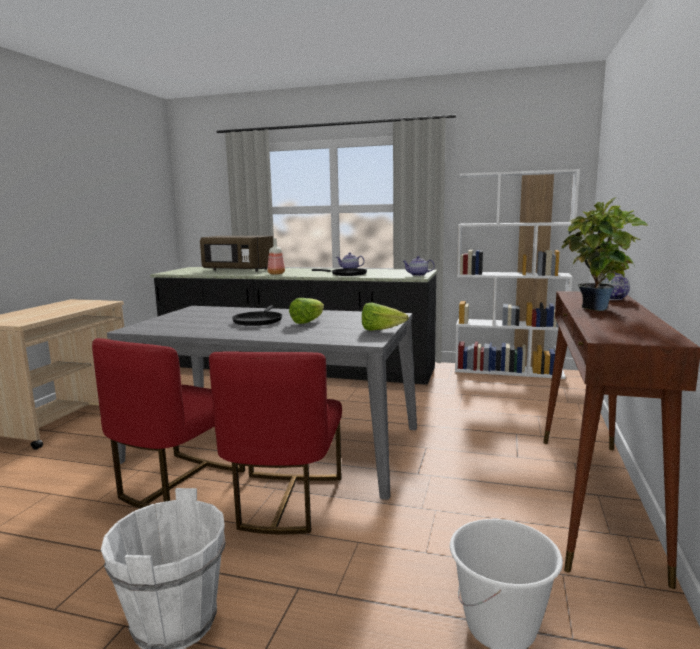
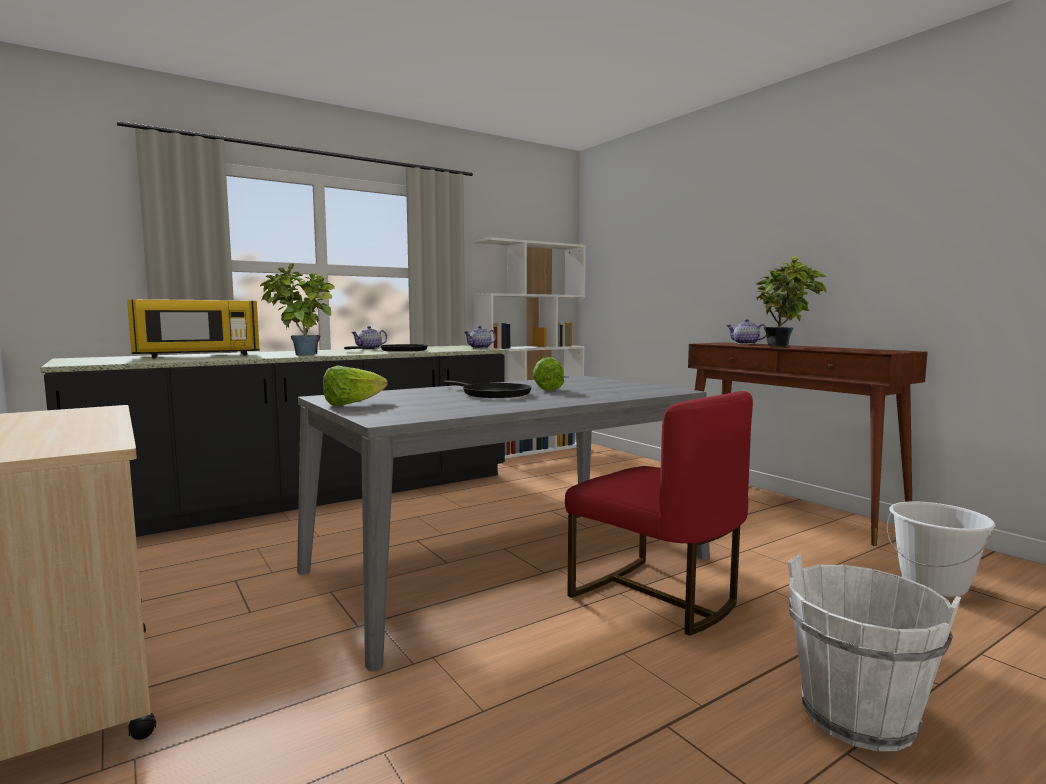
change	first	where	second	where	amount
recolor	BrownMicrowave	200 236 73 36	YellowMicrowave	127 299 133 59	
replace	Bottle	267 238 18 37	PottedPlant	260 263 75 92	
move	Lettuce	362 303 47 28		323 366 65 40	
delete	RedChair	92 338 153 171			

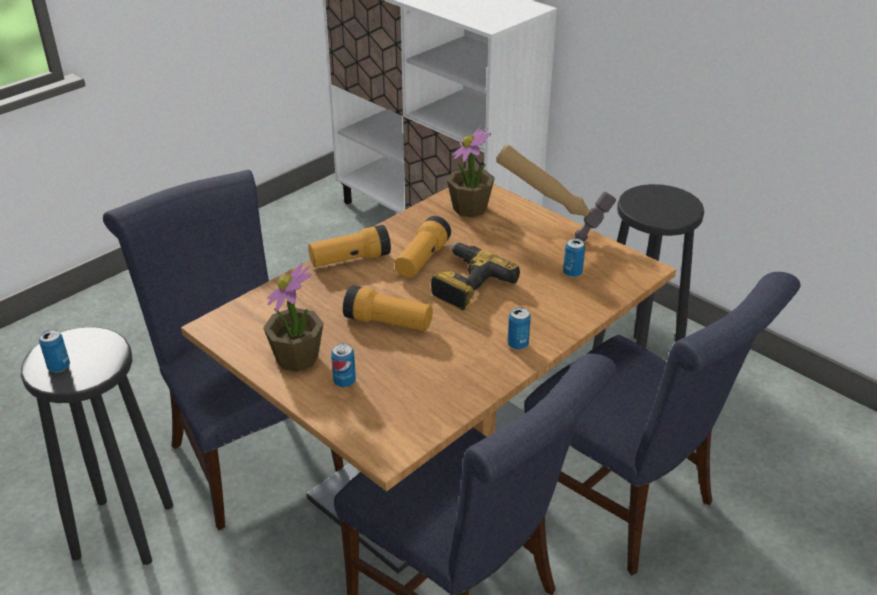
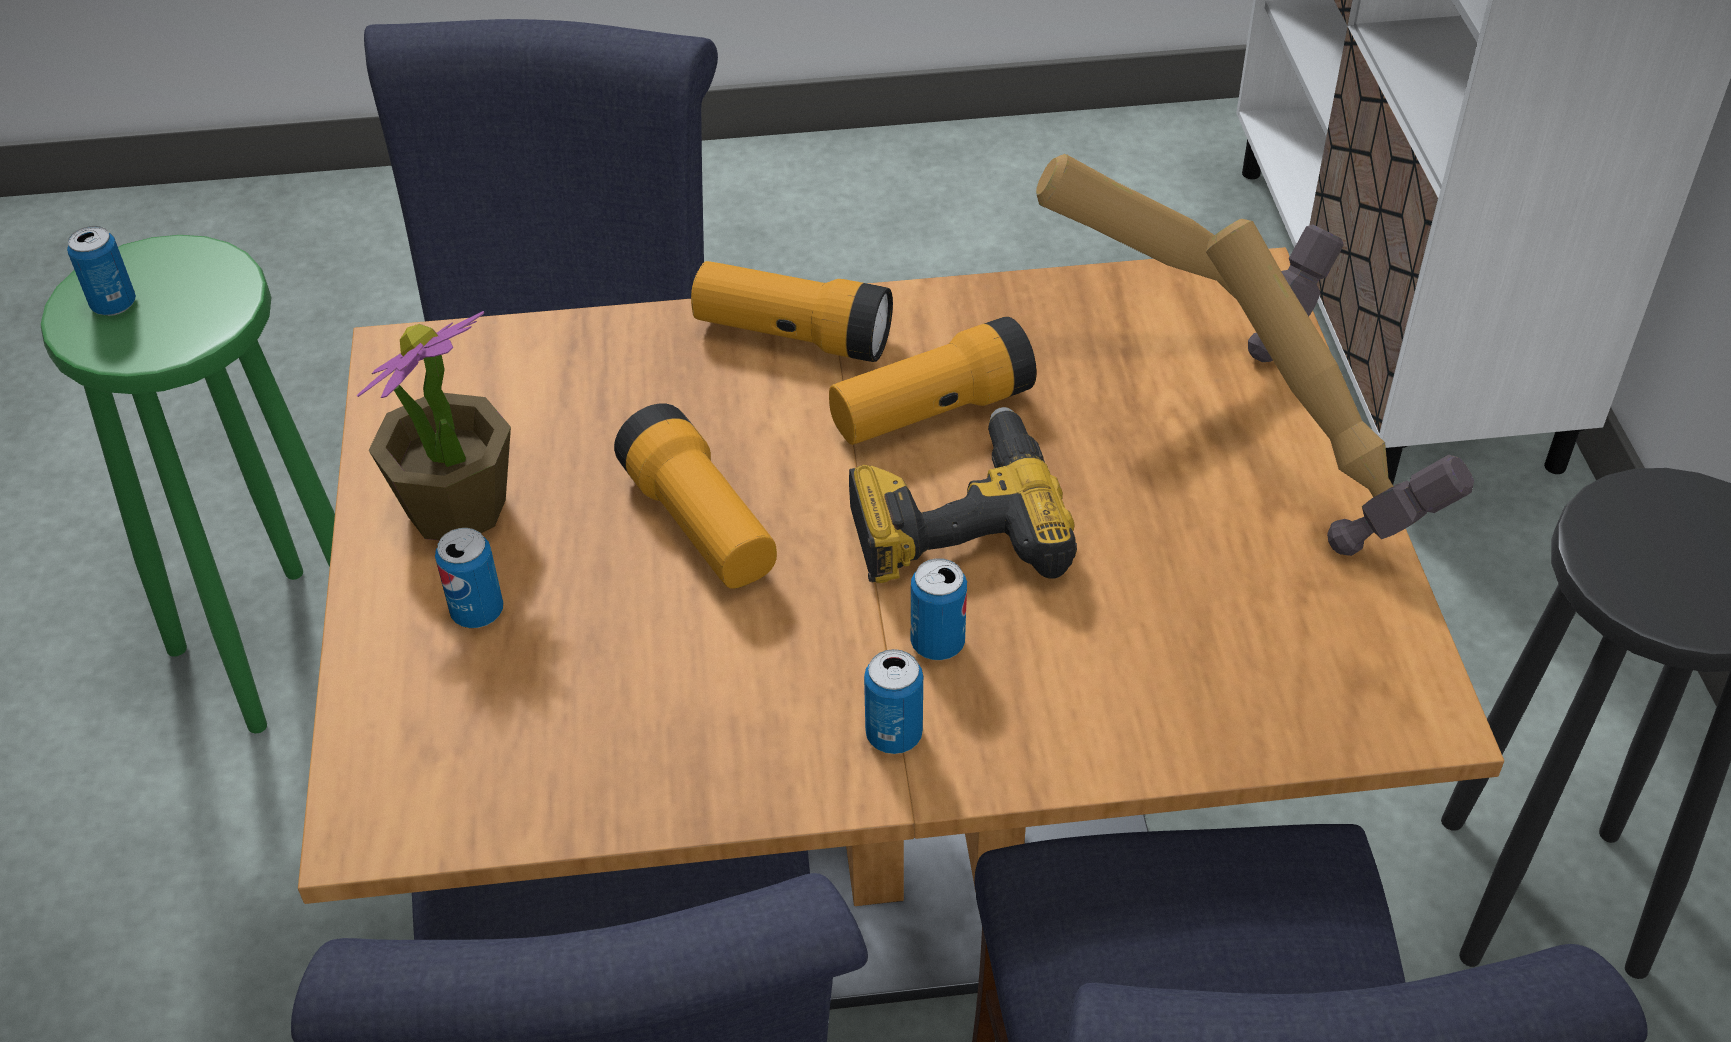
change	first	where	second	where	amount
recolor	BlackStool	21 327 152 238	GreenStool	41 235 294 498	
move	Can	563 238 22 39		911 558 56 102	
replace	PottedPlant	447 127 48 91	Hammer	1036 154 308 208	

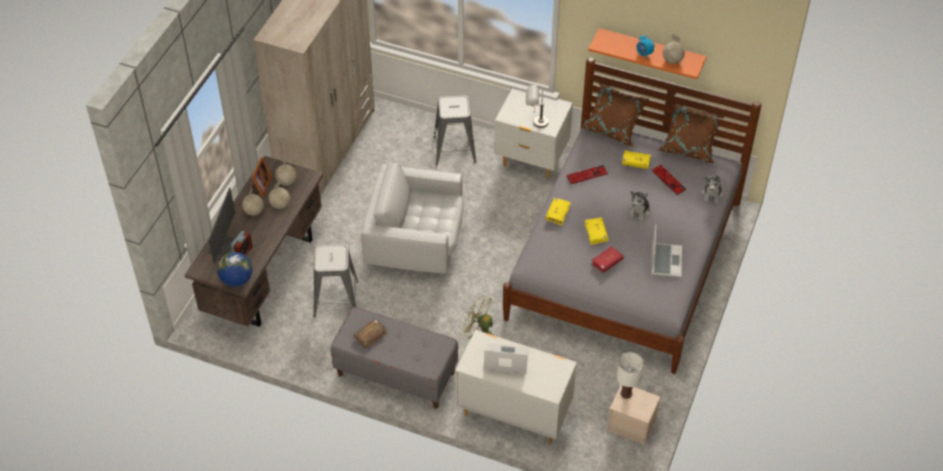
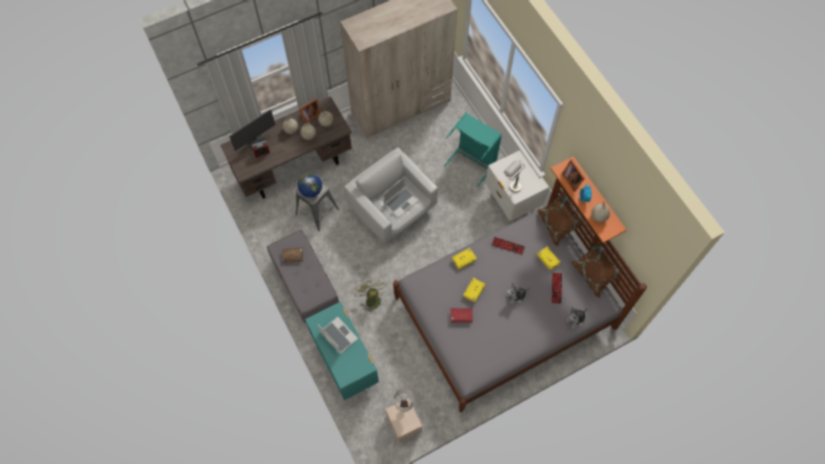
change	first	where	second	where	amount
move	Globe	217 252 35 35		298 173 24 24	
recolor	WhiteDresser	455 330 122 114	TurquoiseDresser	305 302 74 98	
move	Laptop	651 224 31 53		383 177 36 41	
replace	GreyStool	433 95 43 70	TurquoiseLaundryBasket	444 113 58 74	
insert			PictureFrame	562 159 23 33	

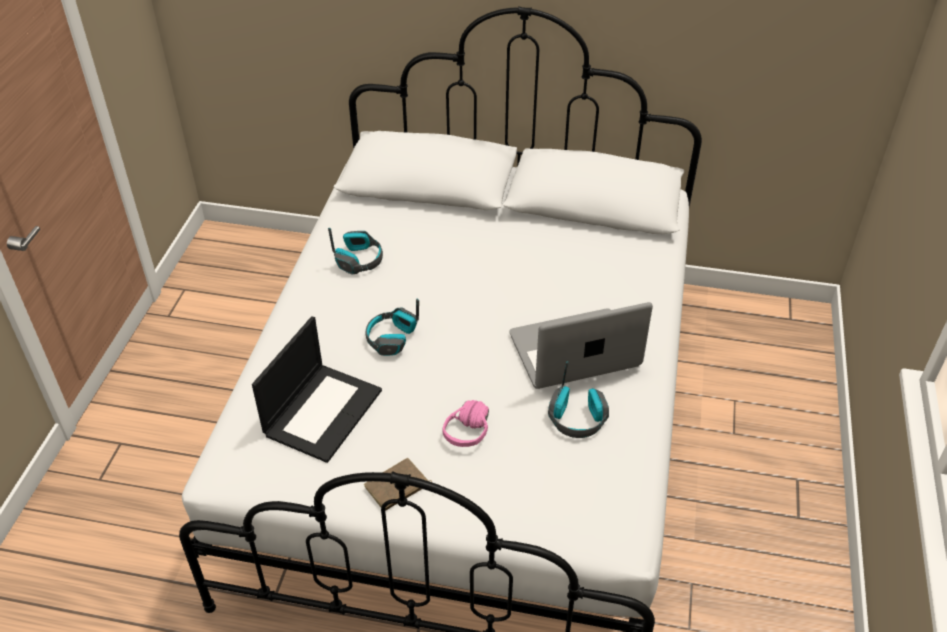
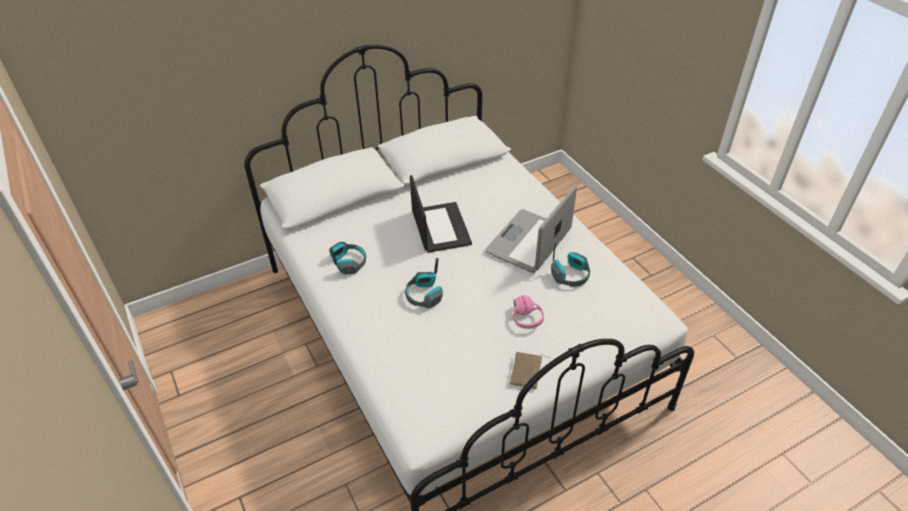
change	first	where	second	where	amount
move	Laptop	252 316 130 147		410 175 62 78	

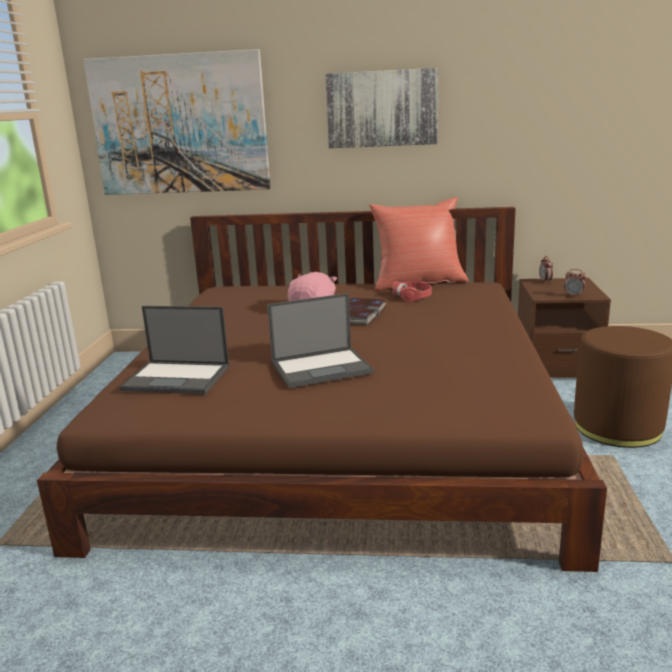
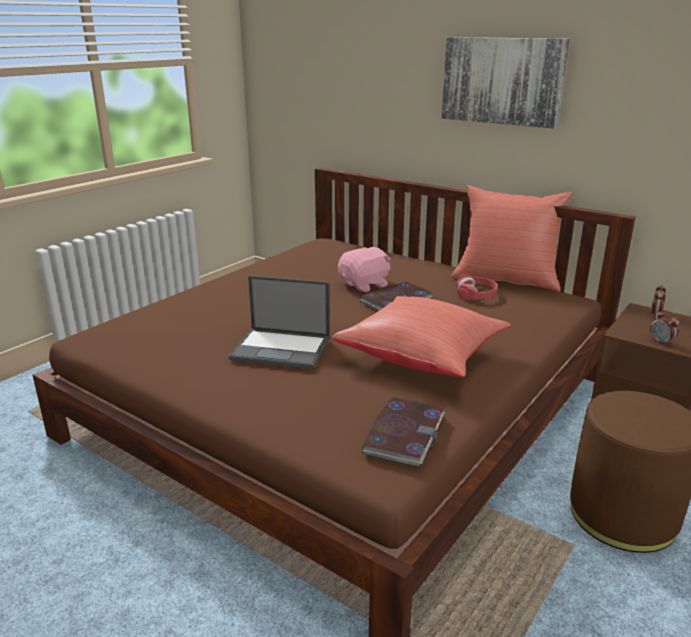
change	first	where	second	where	amount
insert			RedPillow	332 296 179 81	
insert			Book	362 397 83 71	
delete	Picture	83 49 188 146			
delete	Laptop	119 306 110 88			

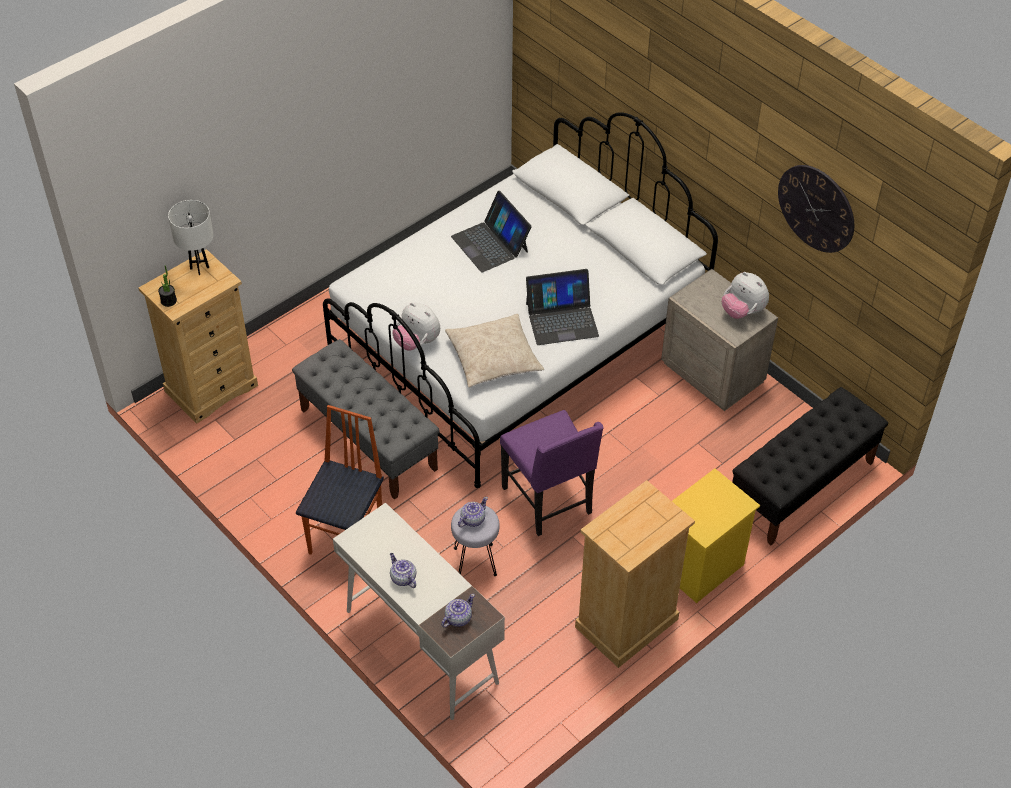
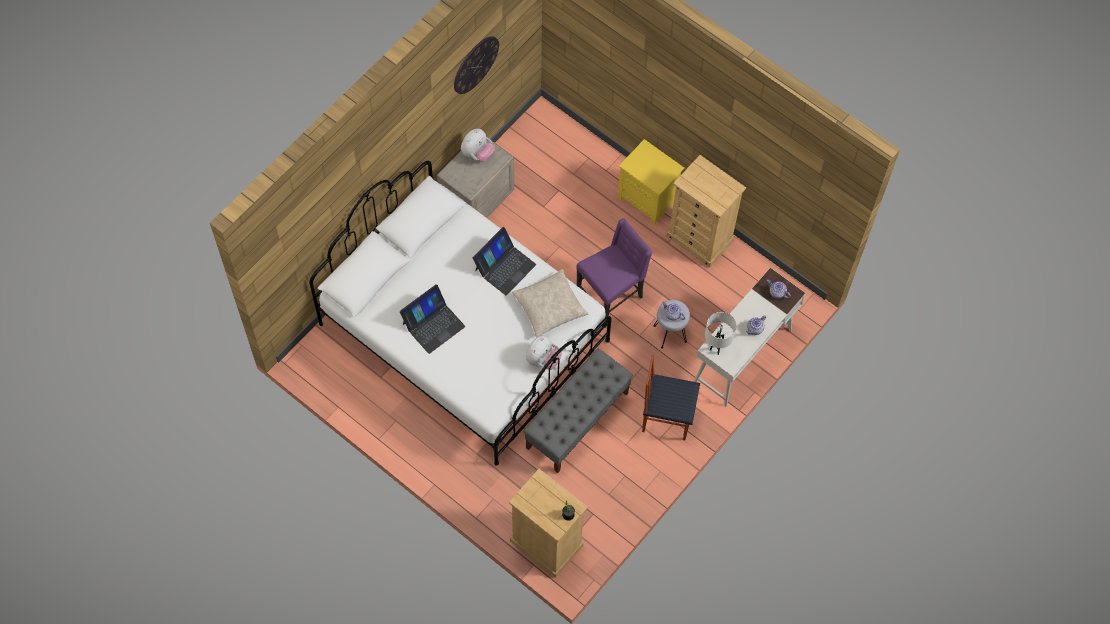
change	first	where	second	where	amount
rotate	Laptop	526 269 73 76		473 227 63 68	60 degrees clockwise
move	WhiteTableLamp	168 200 45 75		705 312 32 43	
delete	BlackBench	732 387 156 158			

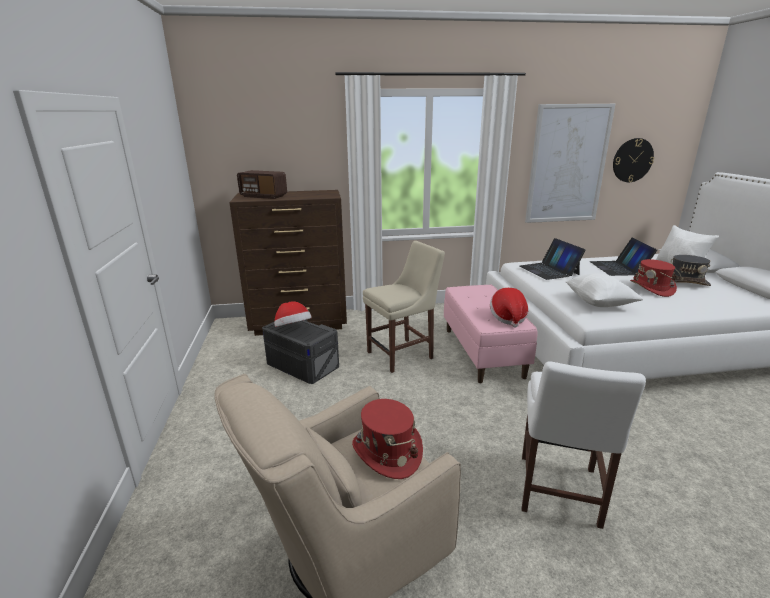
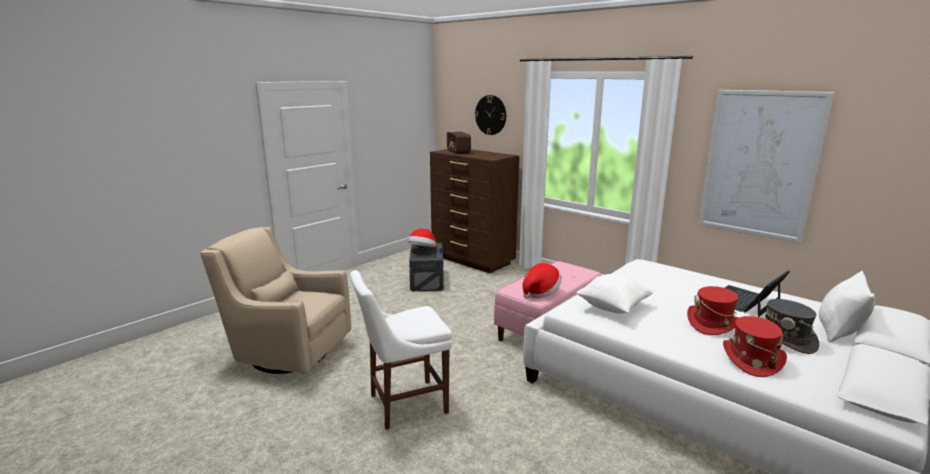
change	first	where	second	where	amount
move	WallClock	613 138 41 44		475 95 31 40	
move	RedHat	352 399 71 80		723 316 64 61	
delete	BeigeChair	363 241 82 132			
delete	Laptop	519 238 67 42			

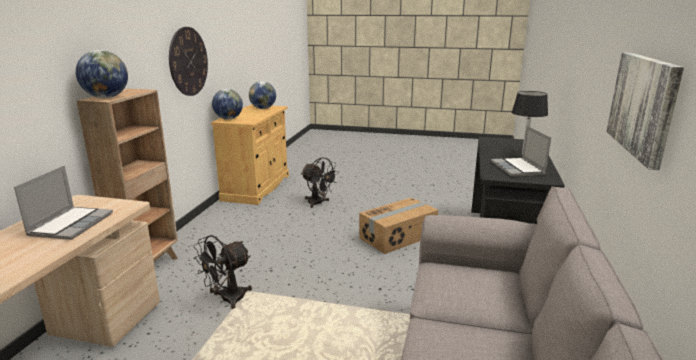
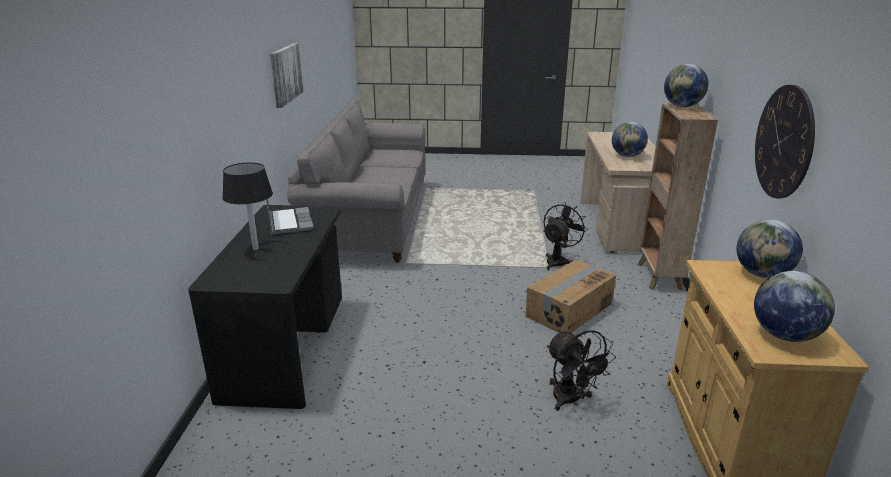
change	first	where	second	where	amount
move	CardboardBox	359 198 79 56		526 260 90 73	
rotate	BlackFan	301 158 38 50		547 330 69 81	150 degrees counterclockwise
replace	Laptop	14 165 99 75	Globe	612 122 36 35	

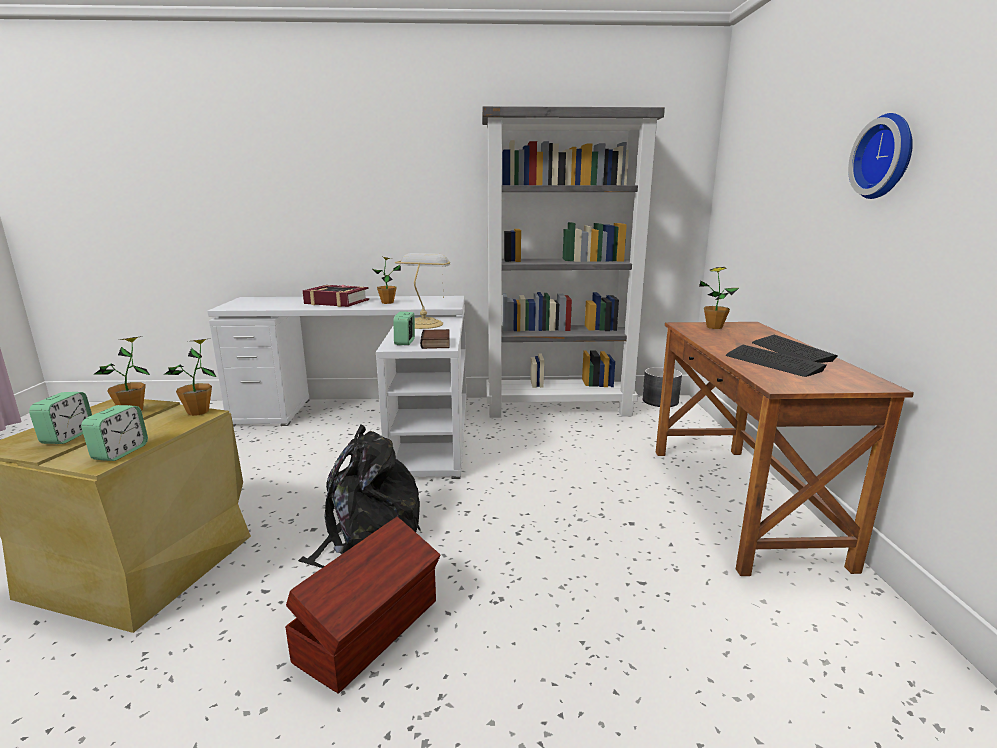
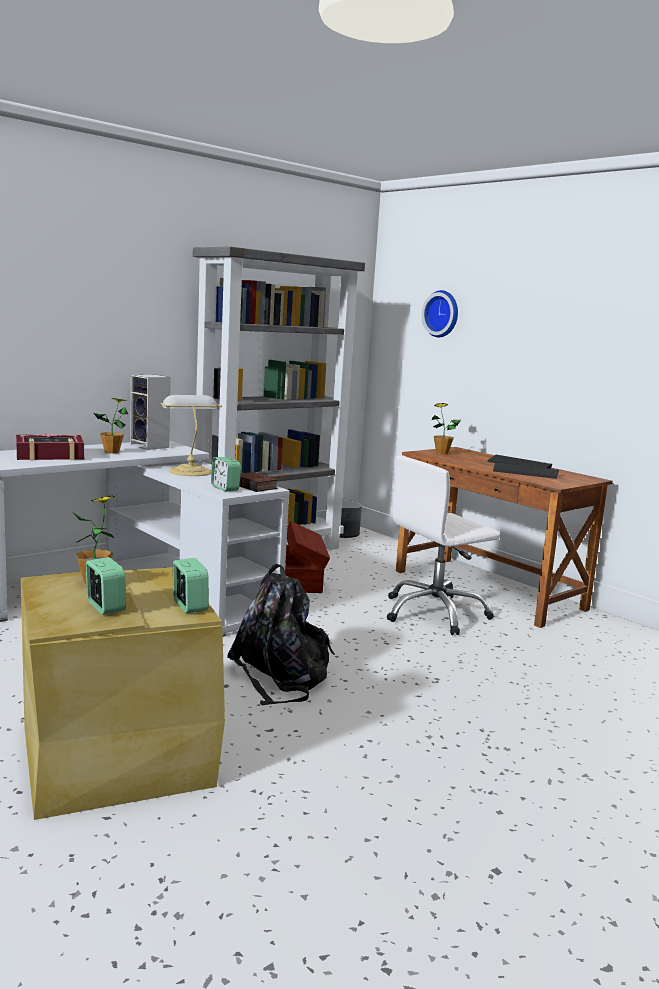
change	first	where	second	where	amount
insert			Speaker	130 374 41 76	
move	BrownStorageBox	285 517 155 177		285 521 45 72	
insert			WhiteOfficeChair	386 455 114 180	
move	WallClock	848 113 65 86		422 290 36 47	
delete	PottedPlant	164 338 52 78			

